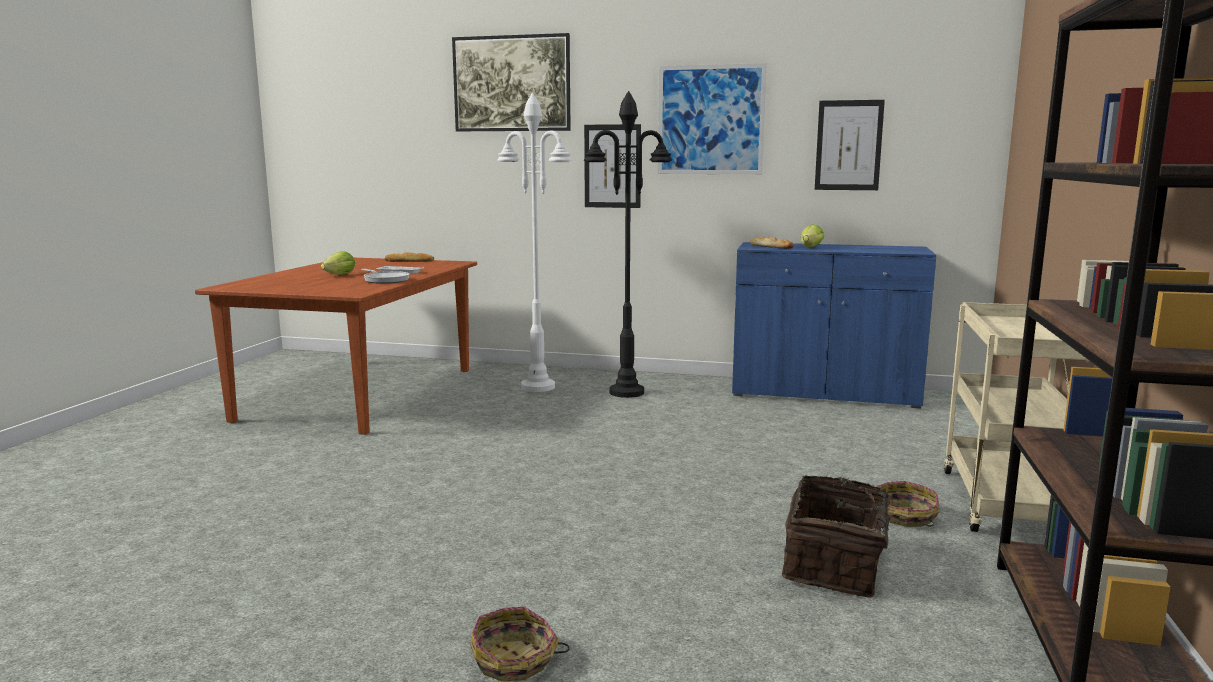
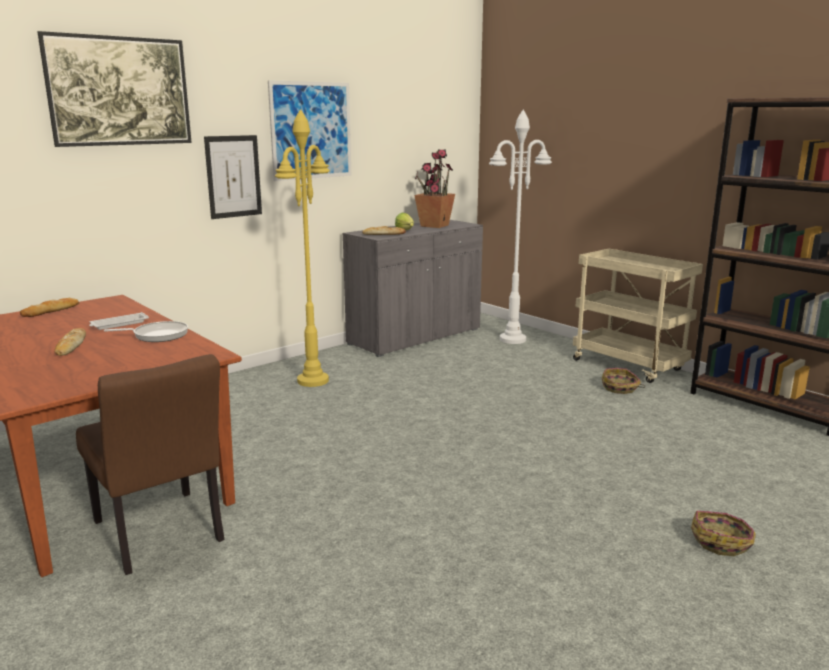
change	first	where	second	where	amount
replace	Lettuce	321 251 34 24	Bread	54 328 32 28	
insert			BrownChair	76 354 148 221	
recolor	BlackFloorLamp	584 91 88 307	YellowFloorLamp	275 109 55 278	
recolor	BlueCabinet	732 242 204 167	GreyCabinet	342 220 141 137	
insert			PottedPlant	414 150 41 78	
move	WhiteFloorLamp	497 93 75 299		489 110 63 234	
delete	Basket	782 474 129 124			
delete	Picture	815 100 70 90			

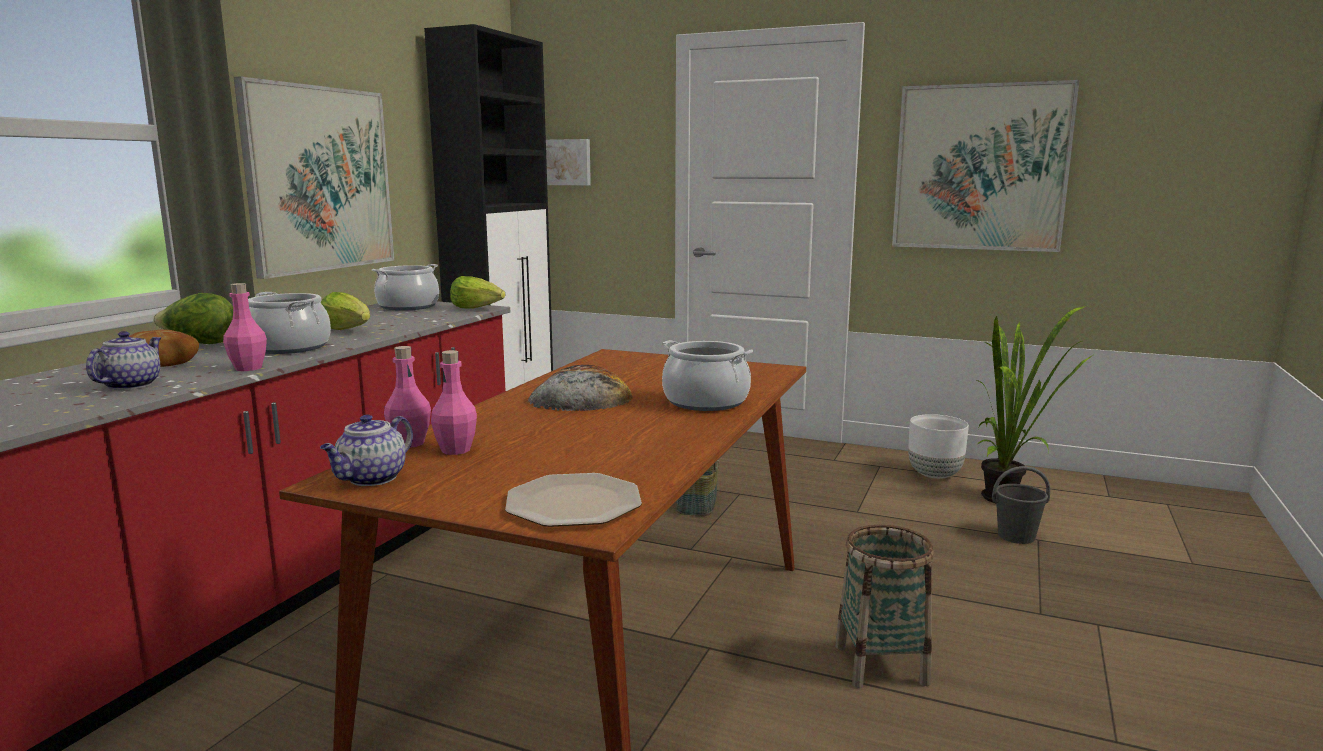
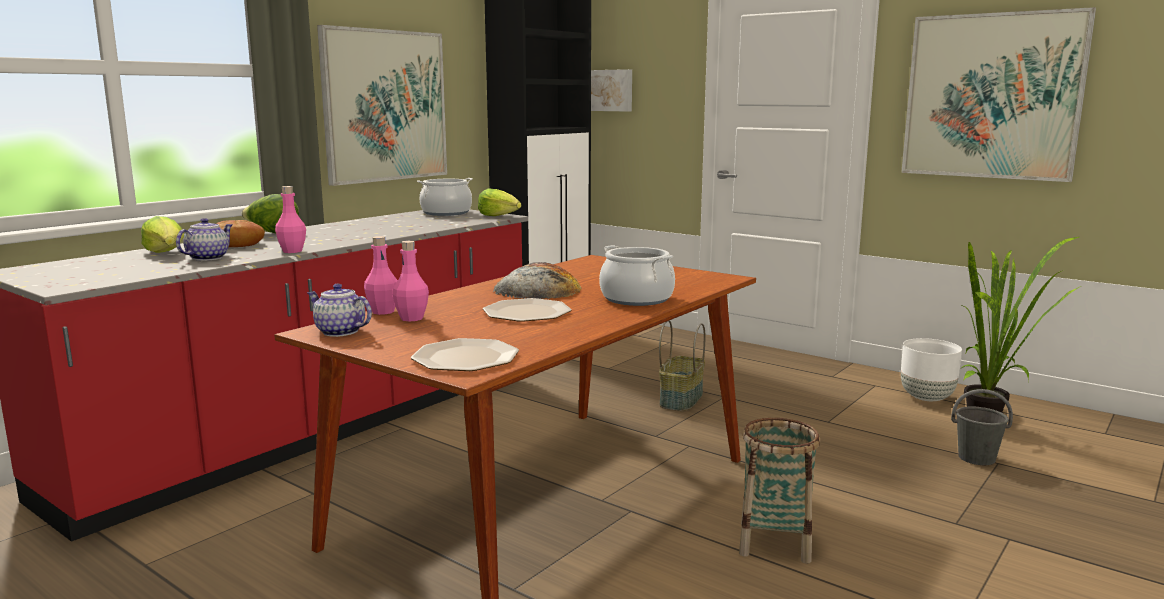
change	first	where	second	where	amount
move	Lettuce	320 292 50 38		141 216 43 37	
rotate	Teapot	320 414 93 72		307 283 65 54	75 degrees clockwise
insert			Plate	483 298 89 24	
delete	CookingPot	248 292 83 62			

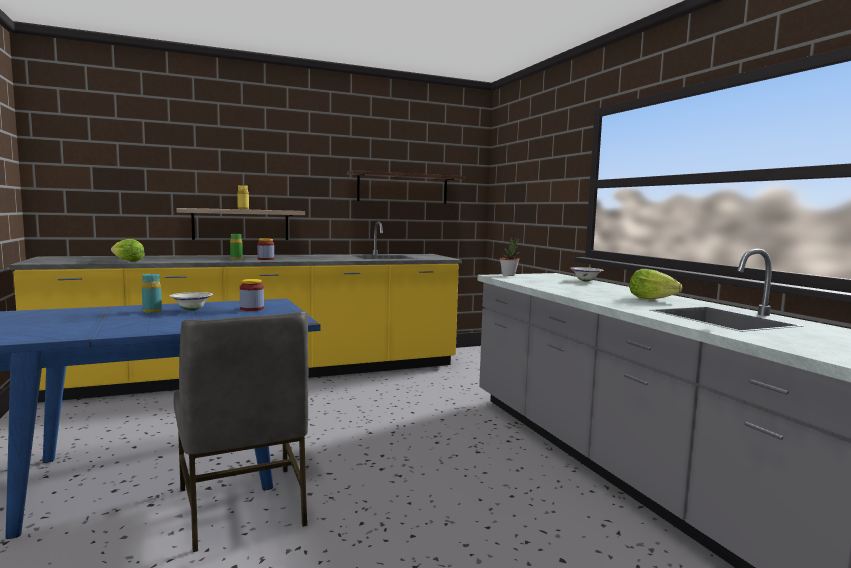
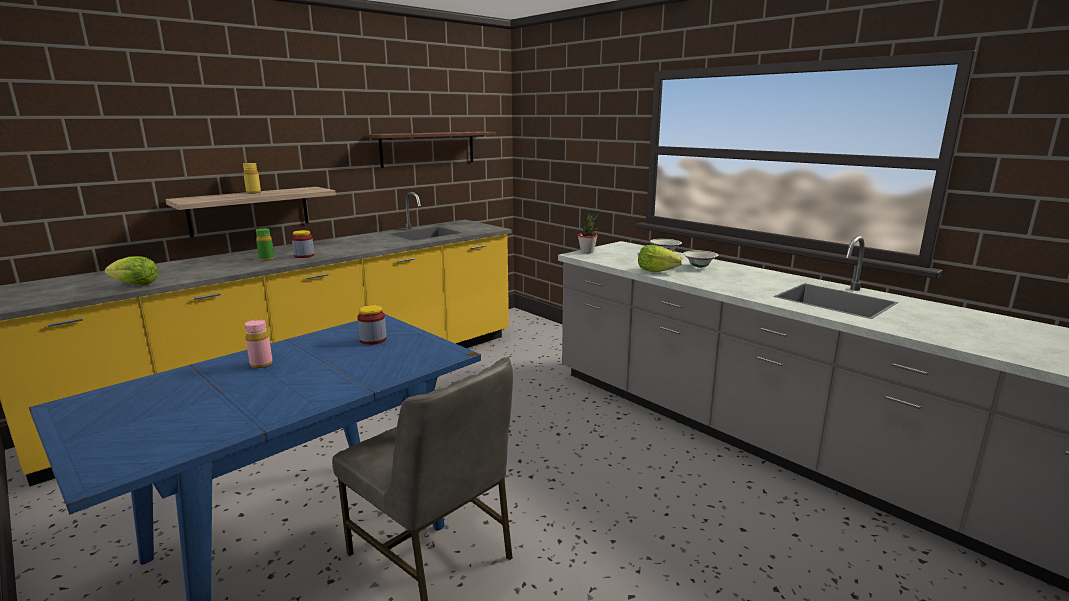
change	first	where	second	where	amount
recolor	TurquoiseBottle	142 274 20 39	PinkBottle	245 320 28 48	
move	Lettuce	629 269 53 30		638 245 44 27	
move	WhiteBowl	170 292 43 19		683 250 35 18	

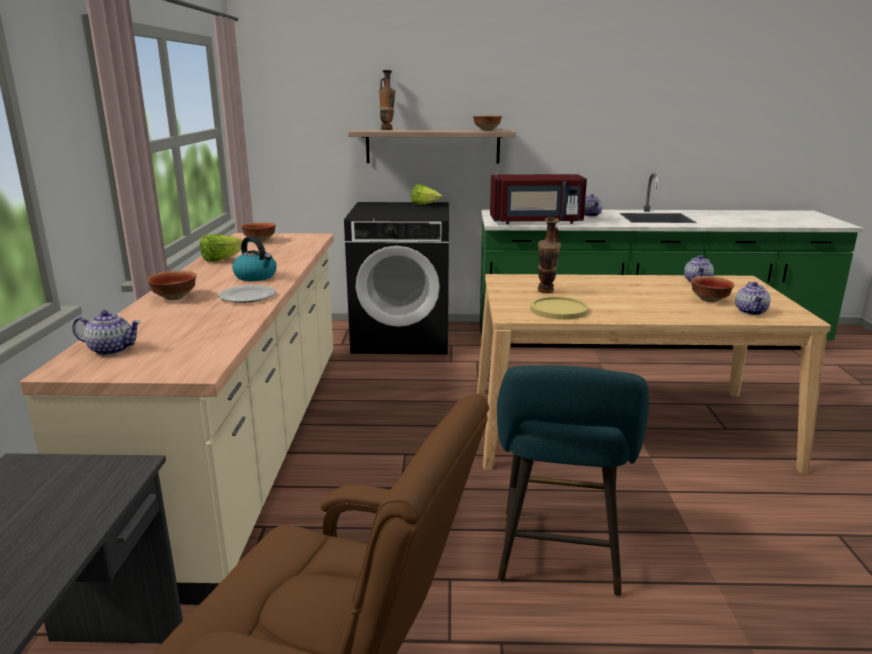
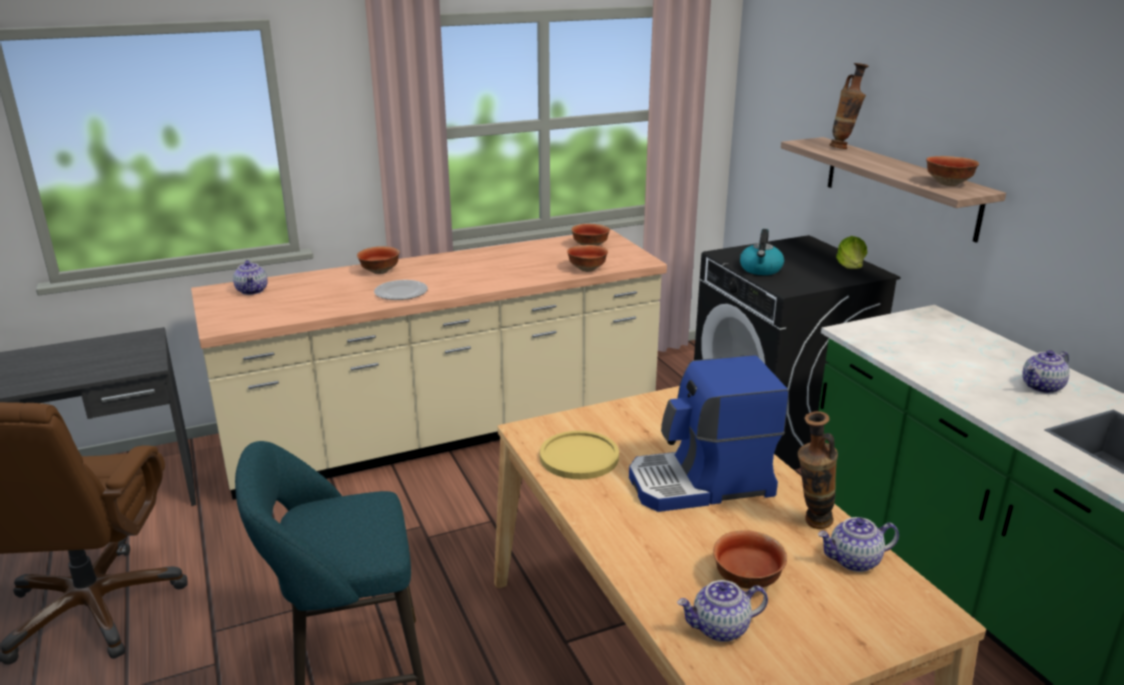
change	first	where	second	where	amount
insert			Bowl	567 245 41 27	
insert			CoffeeMachine	629 355 160 157	
move	Kettle	232 236 45 45		740 229 44 46	
move	Vase	538 217 23 76		798 411 40 118	
delete	Lettuce	200 234 43 28			
delete	RedMicrowave	490 174 97 50			

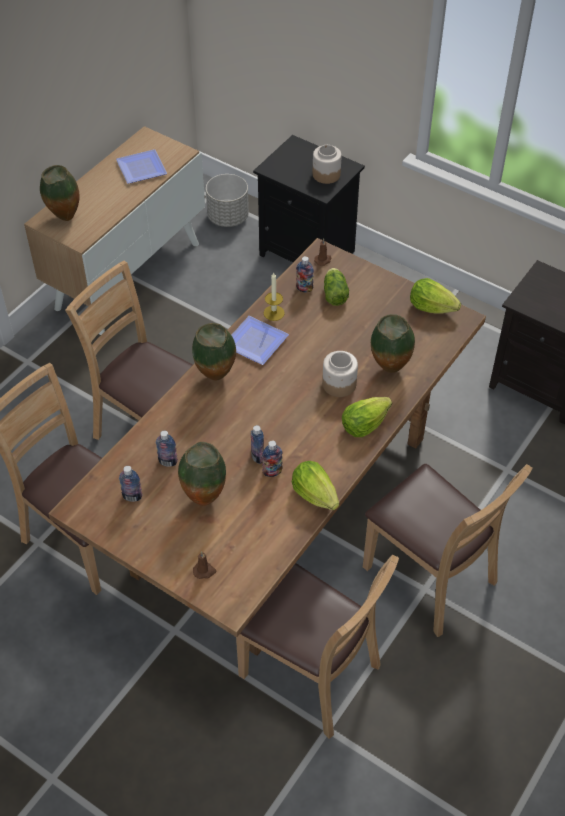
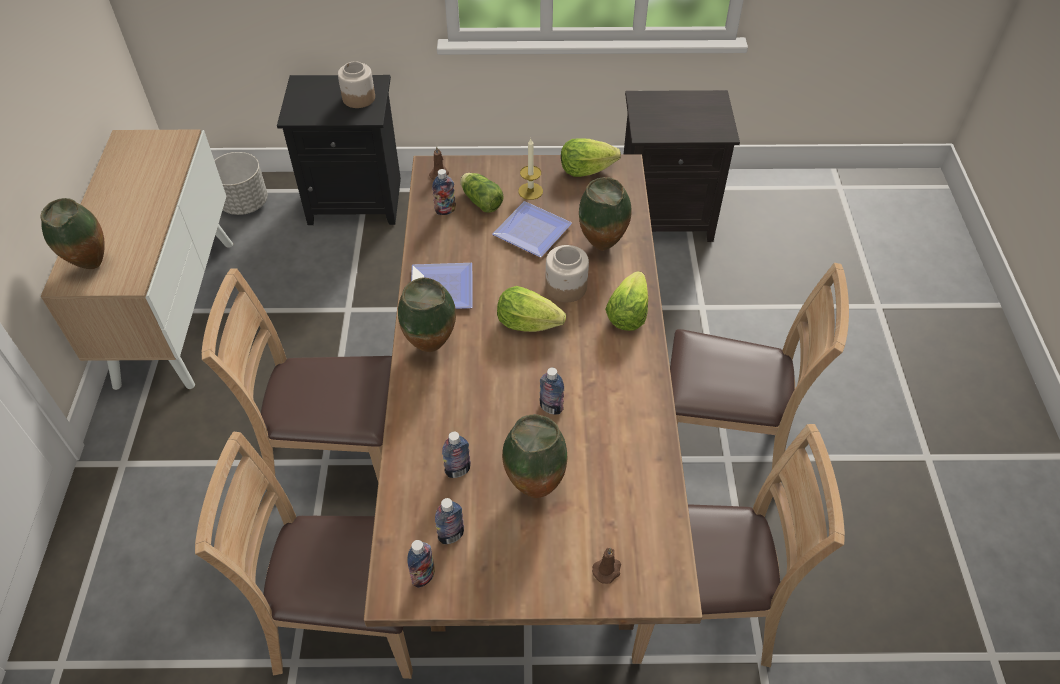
change	first	where	second	where	amount
move	Bottle	262 441 21 36		407 540 28 48	
move	Plate	116 149 51 35		492 201 80 56	
move	Lettuce	292 461 47 49		497 286 69 46	
move	Candle	264 273 21 48		518 139 25 61	

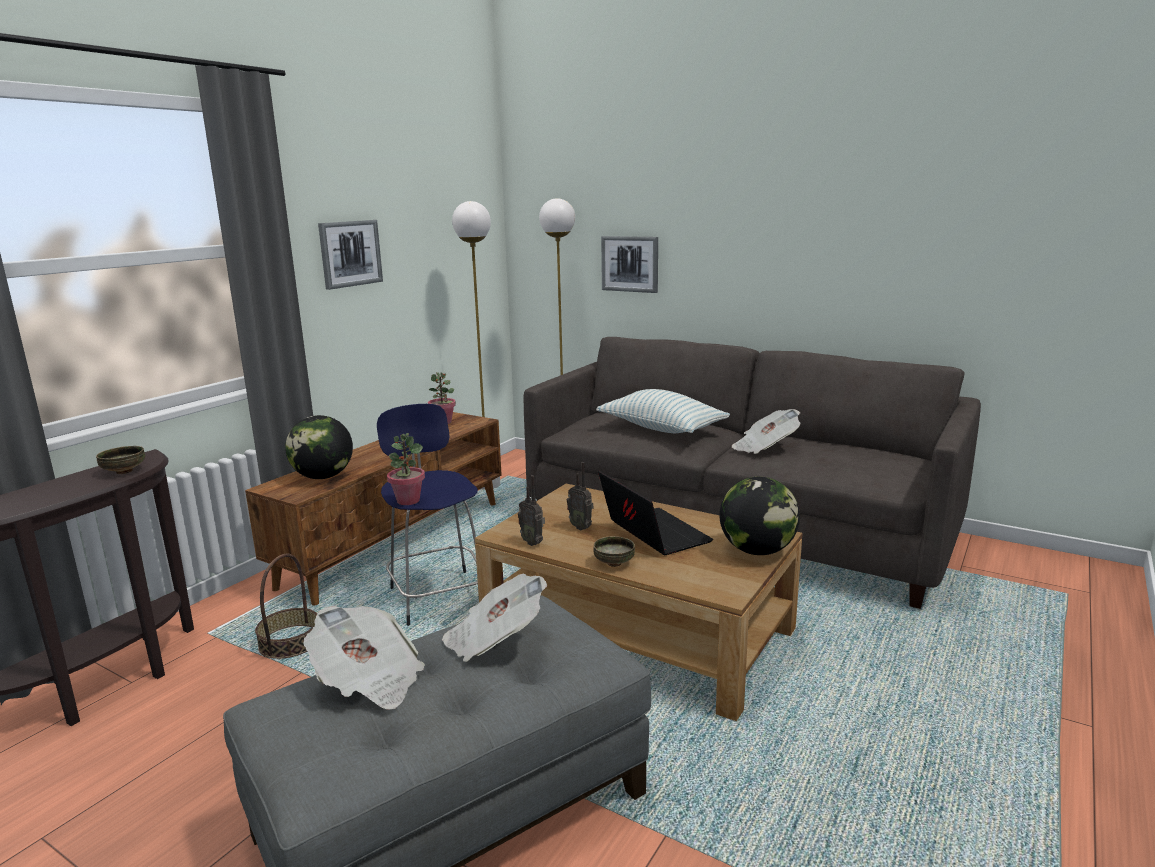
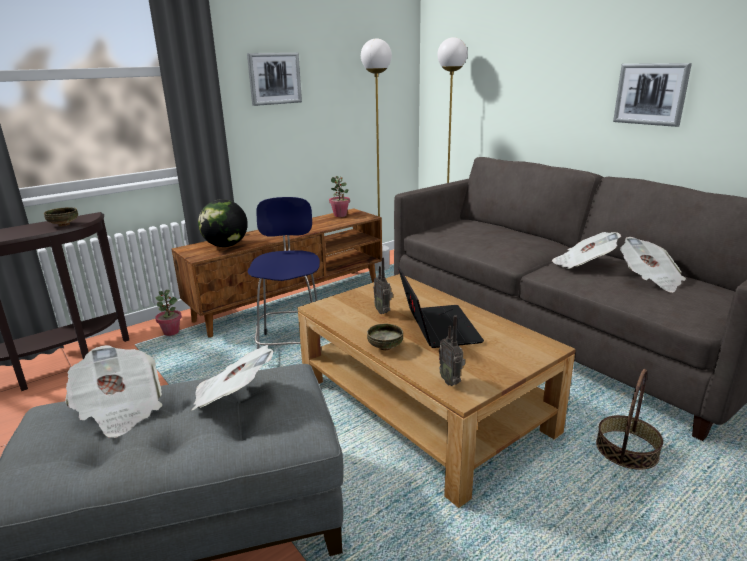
change	first	where	second	where	amount
move	PottedPlant	387 433 38 72		155 290 27 46	
move	Radio	518 475 27 71		439 315 26 71	
move	Basket	255 554 62 105		596 369 67 101	
move	Picture	601 236 57 57		613 63 79 64	
insert			Newspaper	620 237 66 56	
delete	Pillow	596 389 134 44			
delete	Globe	719 477 81 78			

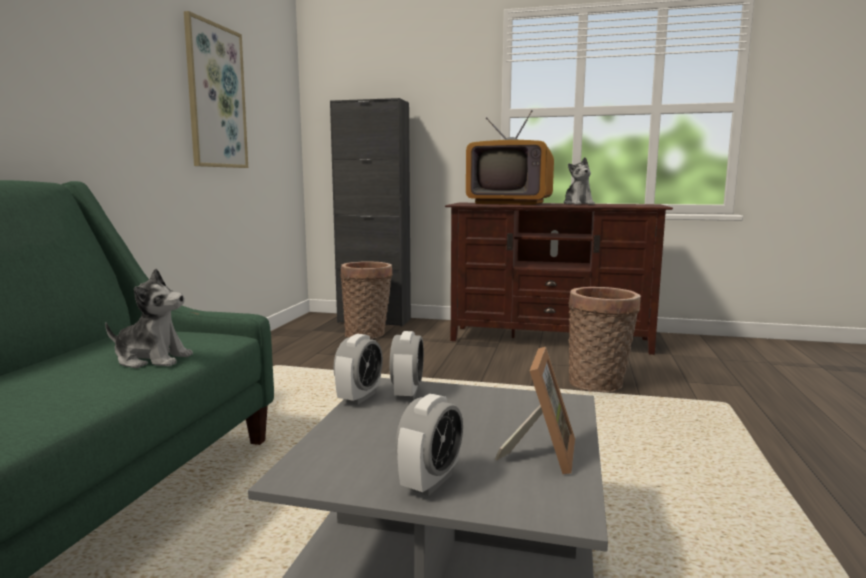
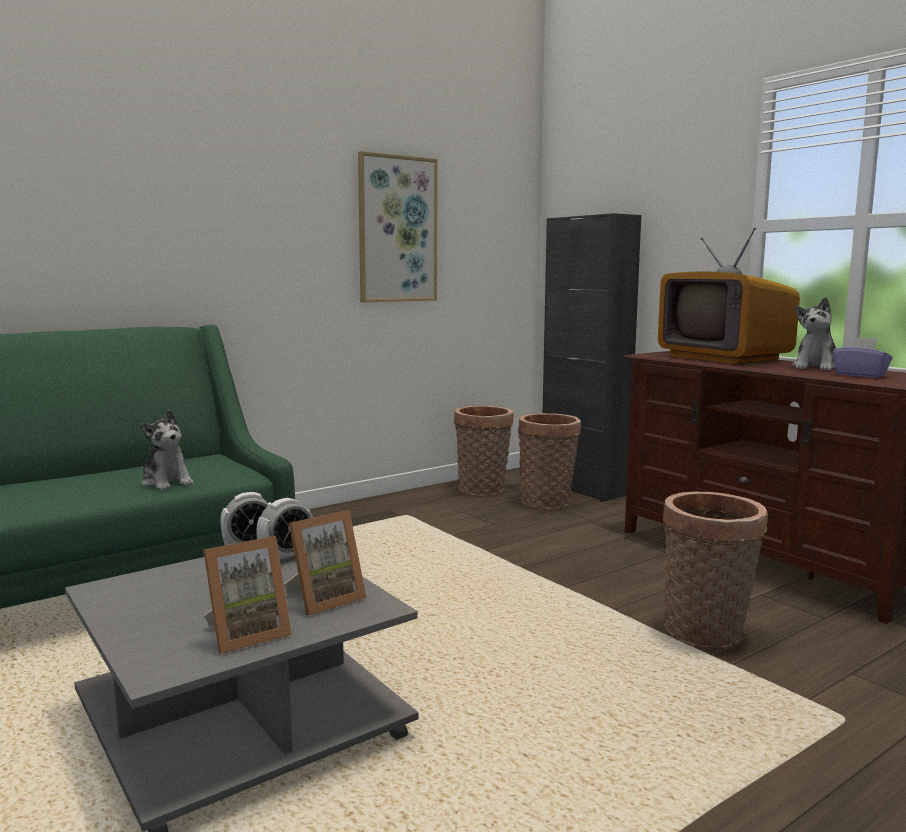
change	first	where	second	where	amount
insert			PictureFrame	284 510 83 106	
insert			Basket	454 406 59 89	
insert			PurpleTissueBox	833 337 60 41	
delete	AlarmClock	396 394 67 102			

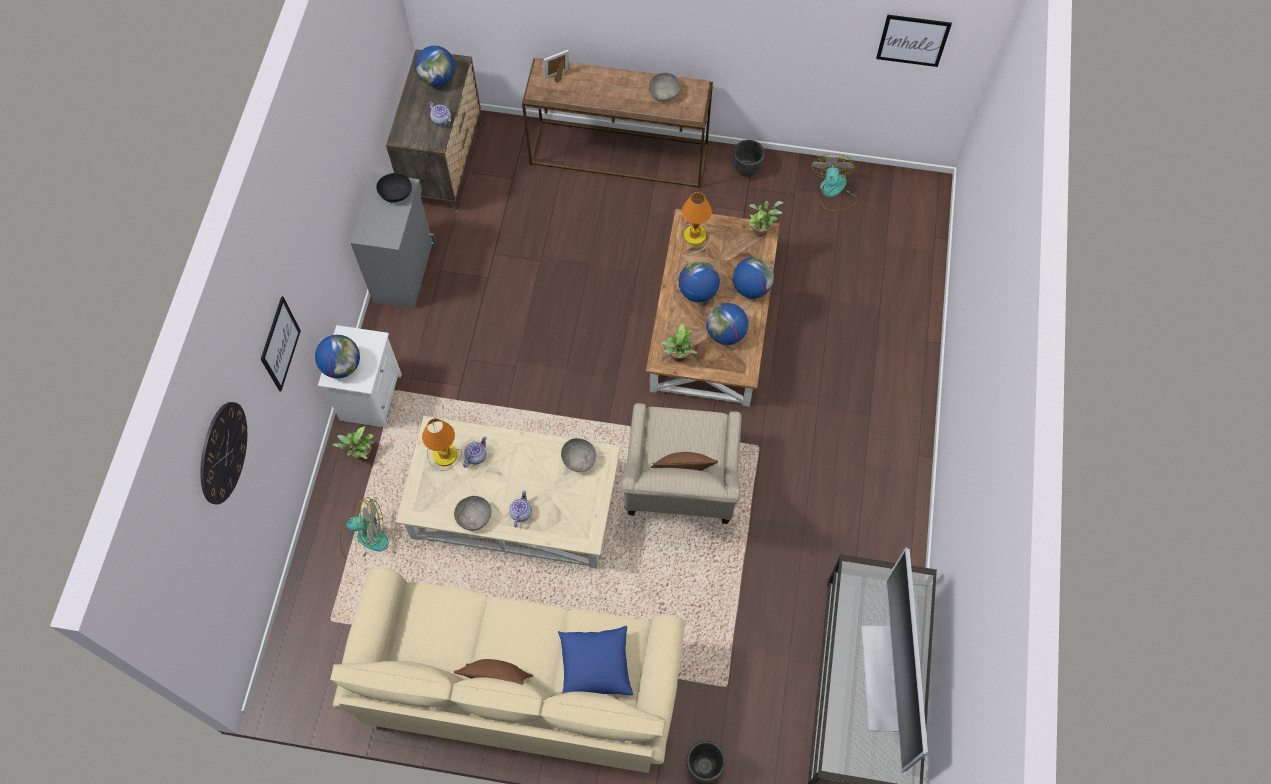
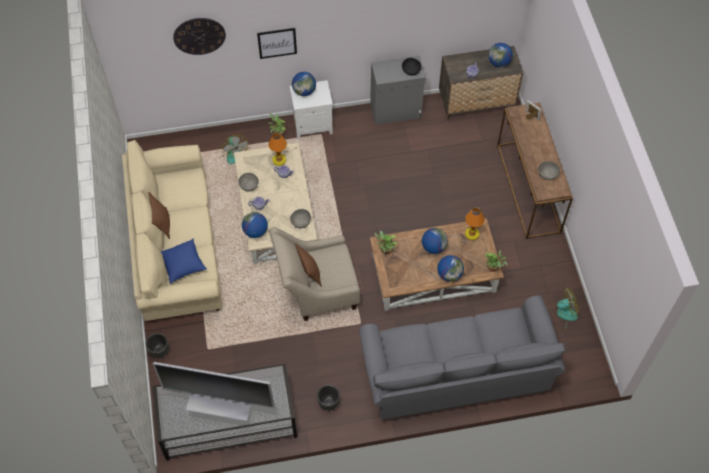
change	first	where	second	where	amount
rotate	Television	861 547 67 225		153 362 121 59	150 degrees counterclockwise
move	Globe	706 303 42 42		242 212 26 26	
move	BlackPlanter	733 140 32 37		317 385 23 26	
insert			GreySofa	359 296 206 124	
delete	Picture	876 15 76 52			

